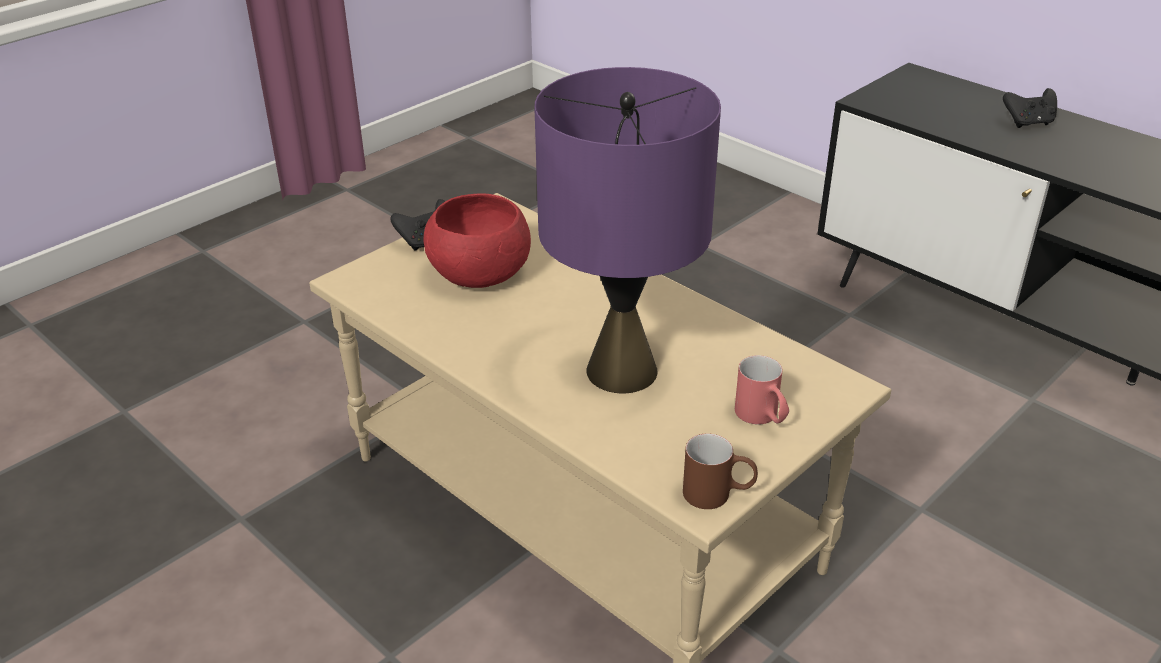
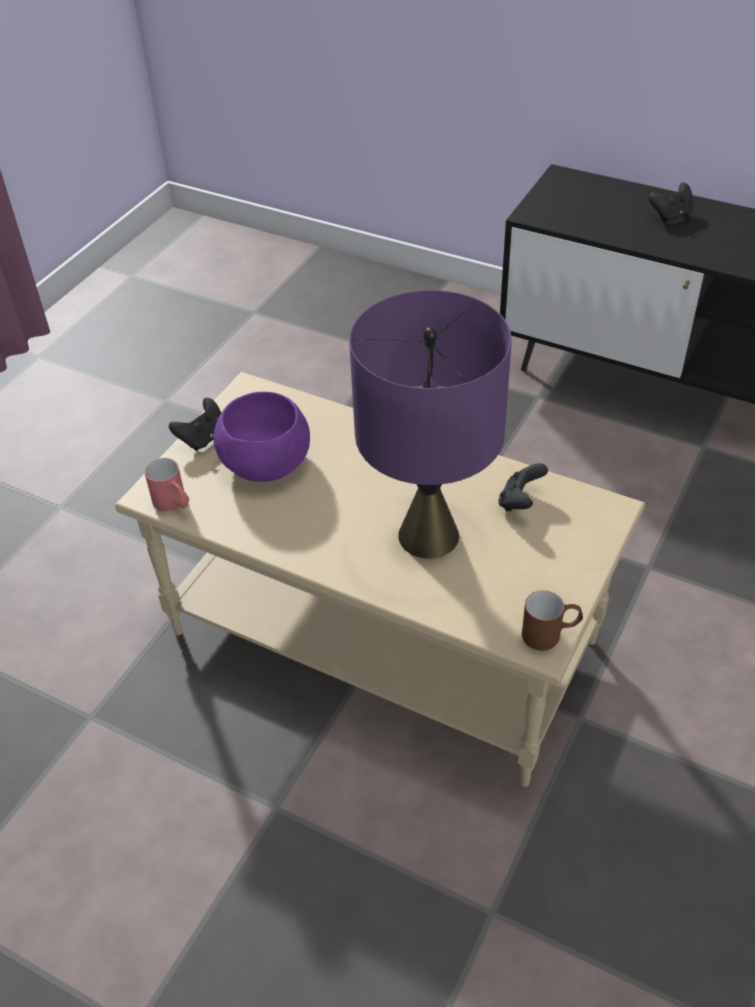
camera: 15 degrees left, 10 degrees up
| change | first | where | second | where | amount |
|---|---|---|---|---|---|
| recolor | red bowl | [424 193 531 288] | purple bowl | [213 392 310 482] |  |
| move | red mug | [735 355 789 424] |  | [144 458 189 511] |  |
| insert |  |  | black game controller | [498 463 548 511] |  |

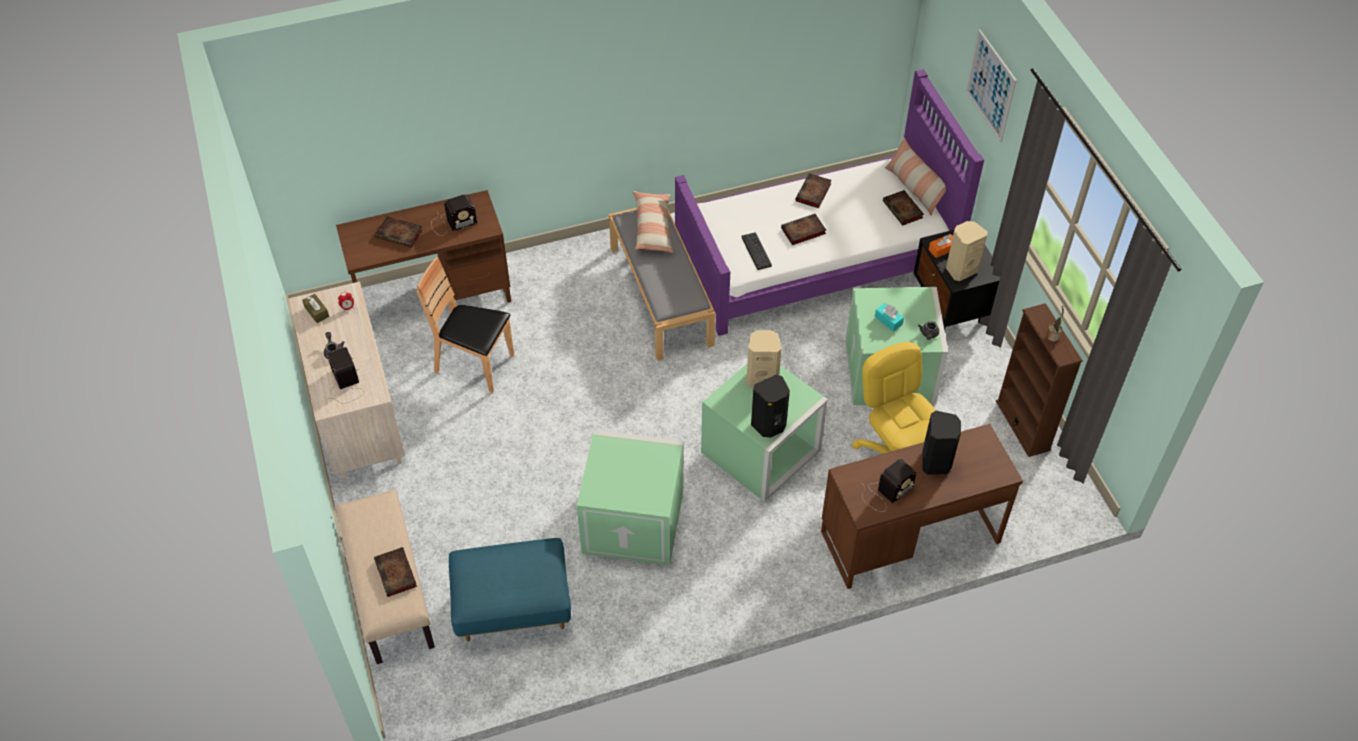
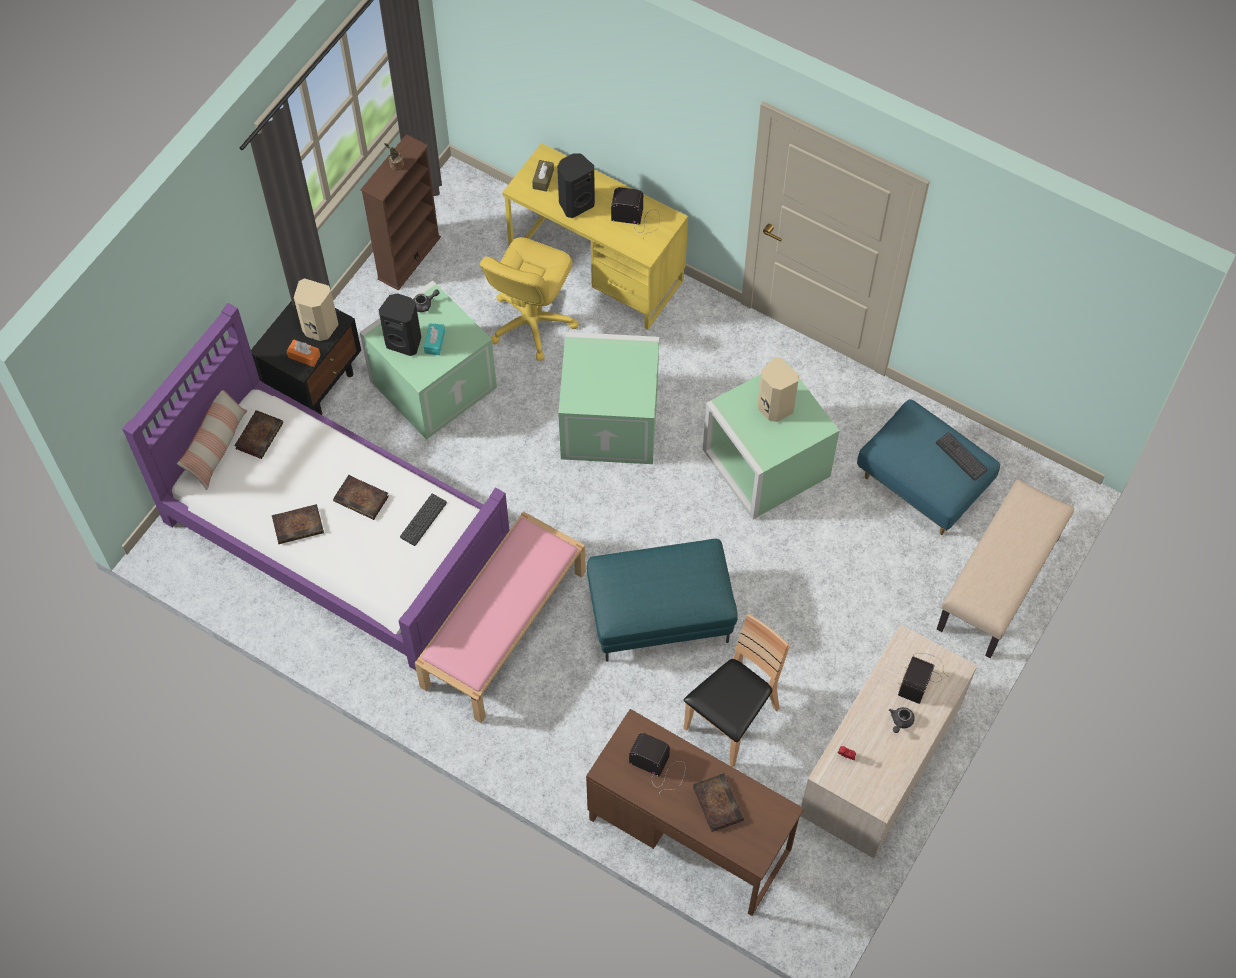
camera: 130 degrees left, 10 degrees up
| change | first | where | second | where | amount |
|---|---|---|---|---|---|
| delete | picture | [966 30 1017 143] |  |  |  |
| delete | pillow | [633 191 673 253] |  |  |  |
| recolor | grey bench | [609 208 716 361] | pink bench | [415 511 586 723] |  |
| rotate | brown chair | [416 257 514 393] |  | [684 614 789 767] | 120 degrees counterclockwise |
| move | brown tissue box | [302 294 329 323] |  | [532 160 554 192] |  |
| move | beige speaker | [746 330 782 388] |  | [758 357 799 422] |  |
| move | black speaker | [751 375 790 437] |  | [379 293 421 356] |  |
| recolor | brown desk | [821 424 1023 589] | yellow desk | [502 143 688 330] |  |
| delete | book | [374 547 417 597] |  |  |  |
| insert |  |  | keyboard | [936 432 987 481] |  |
| insert |  |  | turquoise ottoman | [587 539 738 662] |  |

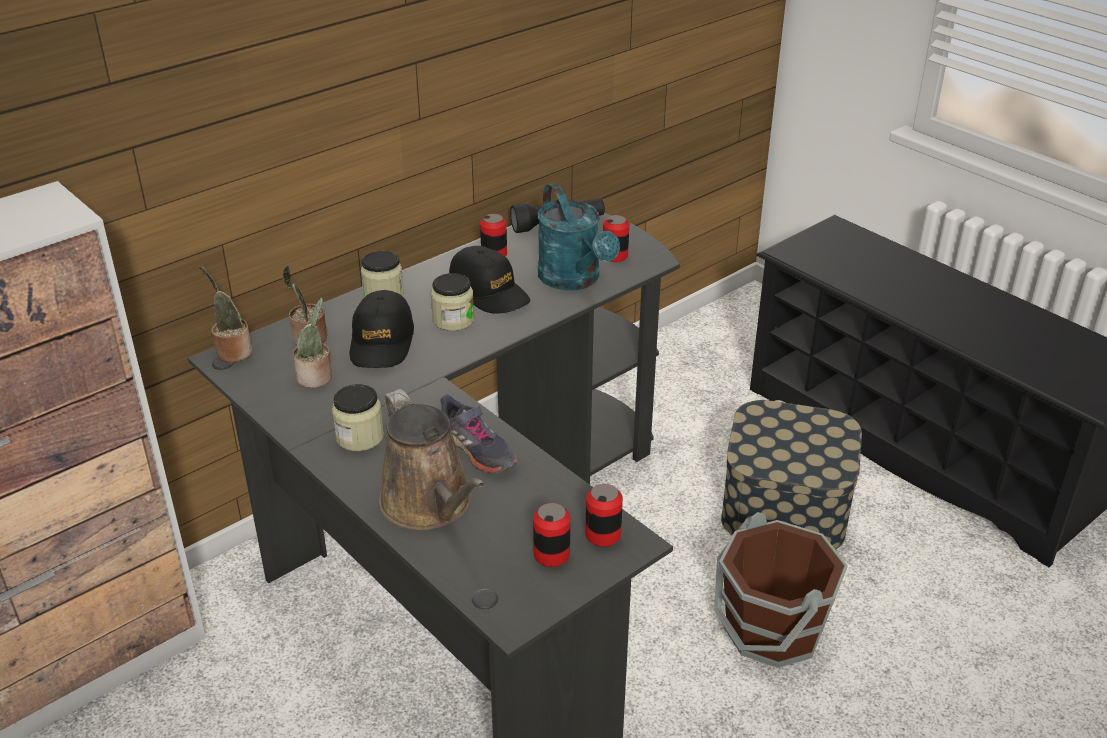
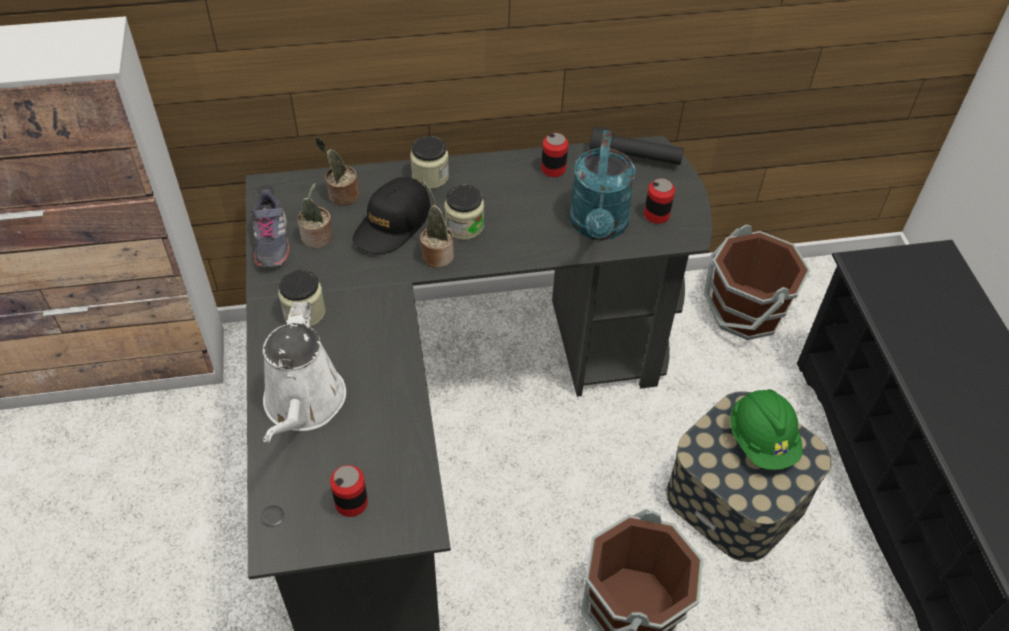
camera: 30 degrees right, 15 degrees up
| change | first | where | second | where | amount |
|---|---|---|---|---|---|
| delete | black cap | [449 246 530 314] |  |  |  |
| move | potted plant | [199 266 252 363] |  | [420 180 454 268] |  |
| recolor | brown watering can | [379 389 485 530] | white watering can | [263 302 346 442] |  |
| move | grey shoe | [440 394 518 473] |  | [251 189 290 268] |  |
| delete | can | [585 484 623 547] |  |  |  |
| insert |  |  | brown bucket | [704 224 810 340] |  |
| insert |  |  | green hard hat | [730 389 803 470] |  |

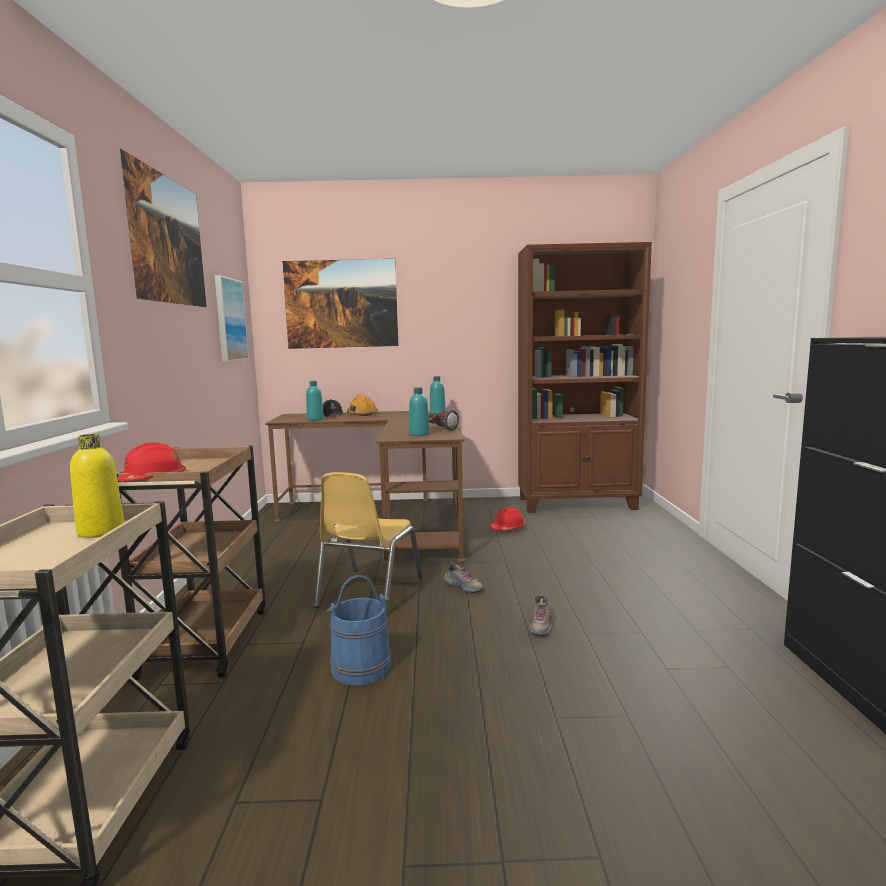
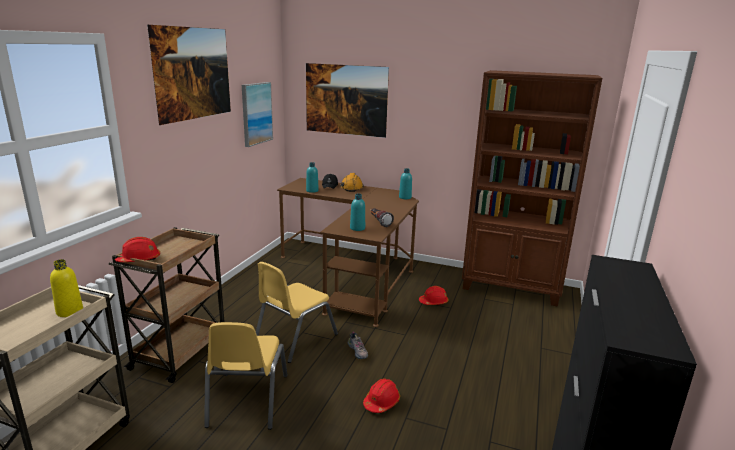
camera: 20 degrees right, 10 degrees up
| change | first | where | second | where | amount |
|---|---|---|---|---|---|
| replace | blue bucket | [326 575 391 685] | yellow chair | [204 322 288 430] |  |
| replace | shoe | [529 594 552 637] | red hard hat | [363 378 400 413] |  |

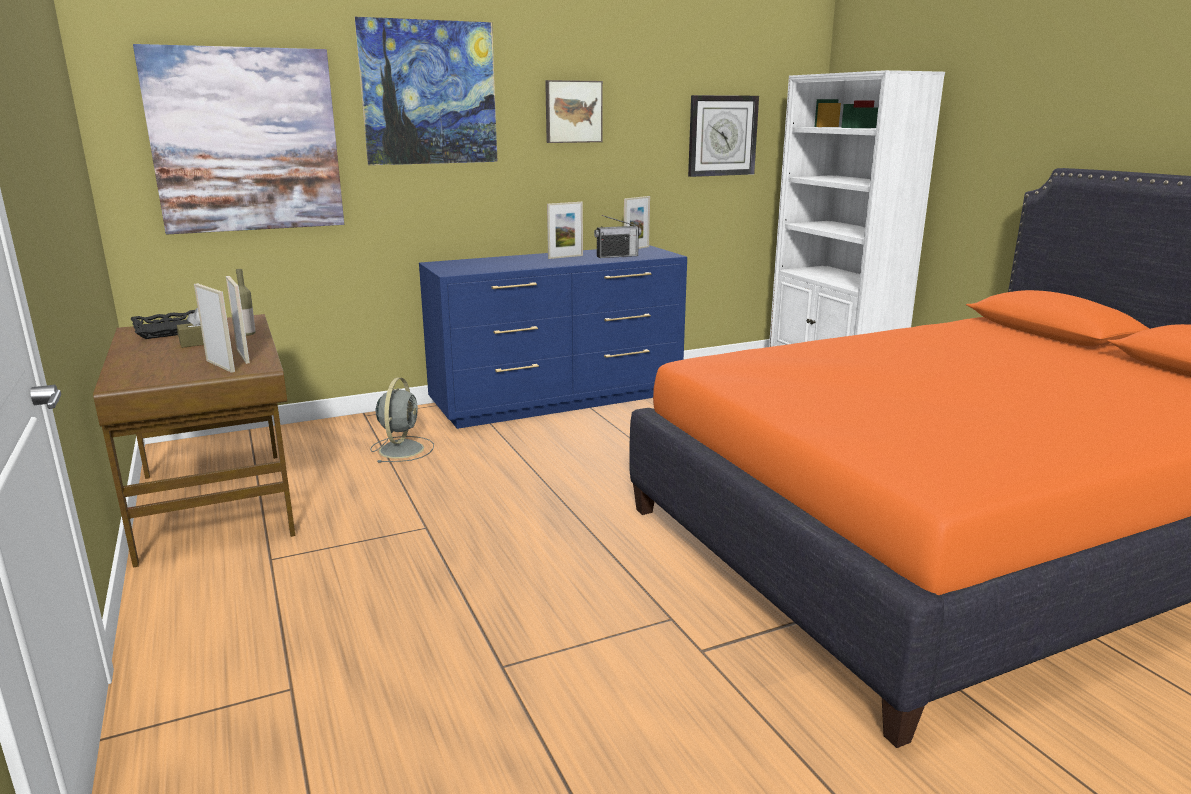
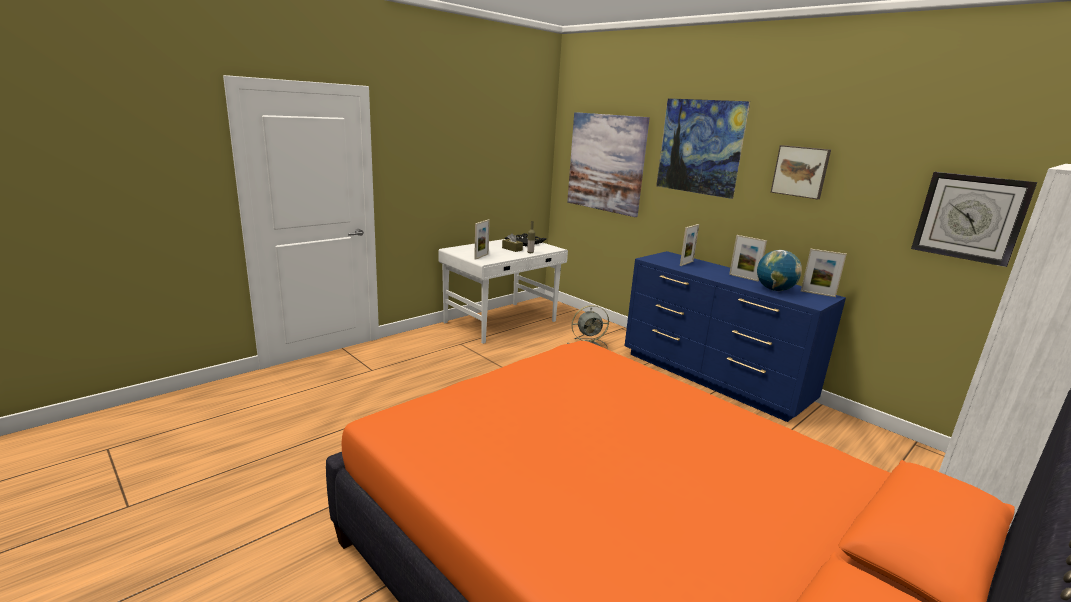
camera: 70 degrees right, 0 degrees up
| change | first | where | second | where | amount |
|---|---|---|---|---|---|
| replace | radio | [594 215 641 258] | globe | [757 250 802 291] |  |
| move | picture frame | [226 276 250 364] |  | [680 224 699 266] |  |
| recolor | brown desk | [93 314 295 568] | white desk | [438 237 568 344] |  |

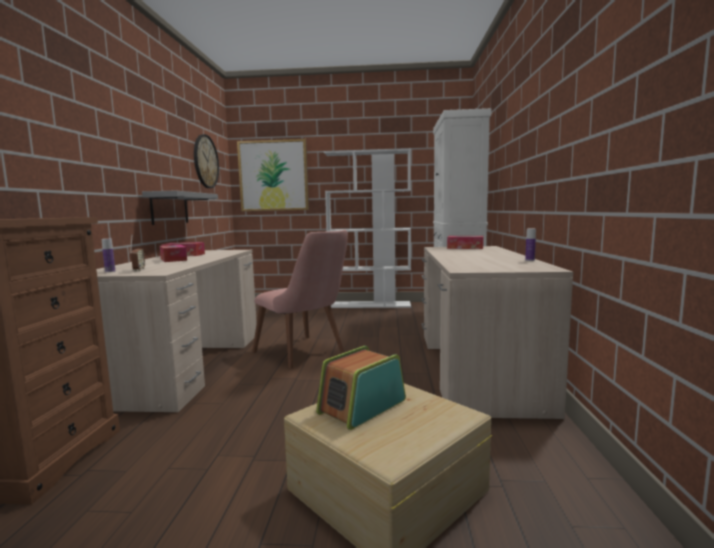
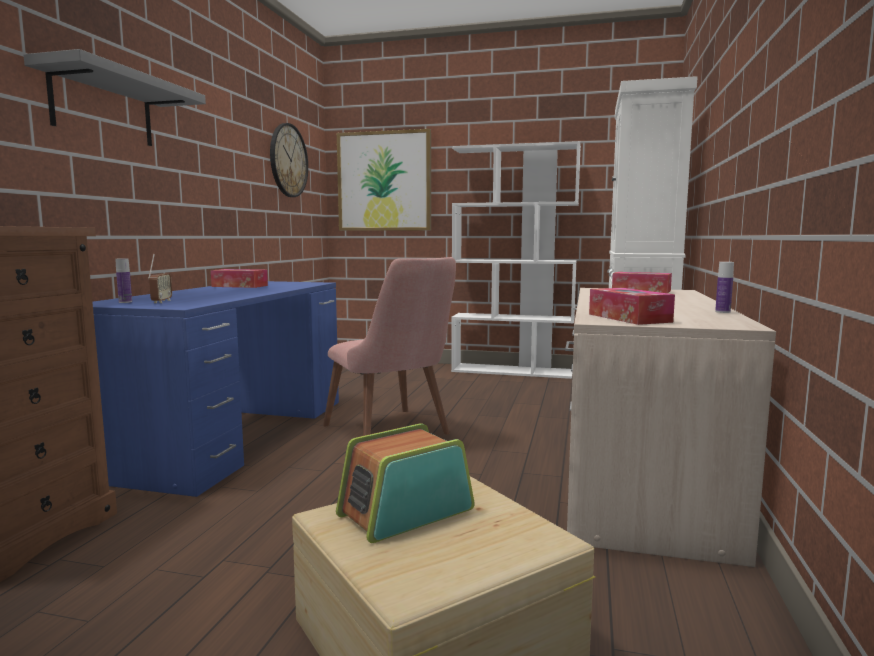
camera: 10 degrees right, 0 degrees up
| change | first | where | second | where | amount |
|---|---|---|---|---|---|
| move | grey shelf | [142 191 218 225] |  | [23 49 206 146] |  |
| move | tissue box | [160 245 187 262] |  | [589 288 675 325] |  |
| recolor | beige desk | [96 250 257 412] | blue desk | [92 281 339 497] |  |

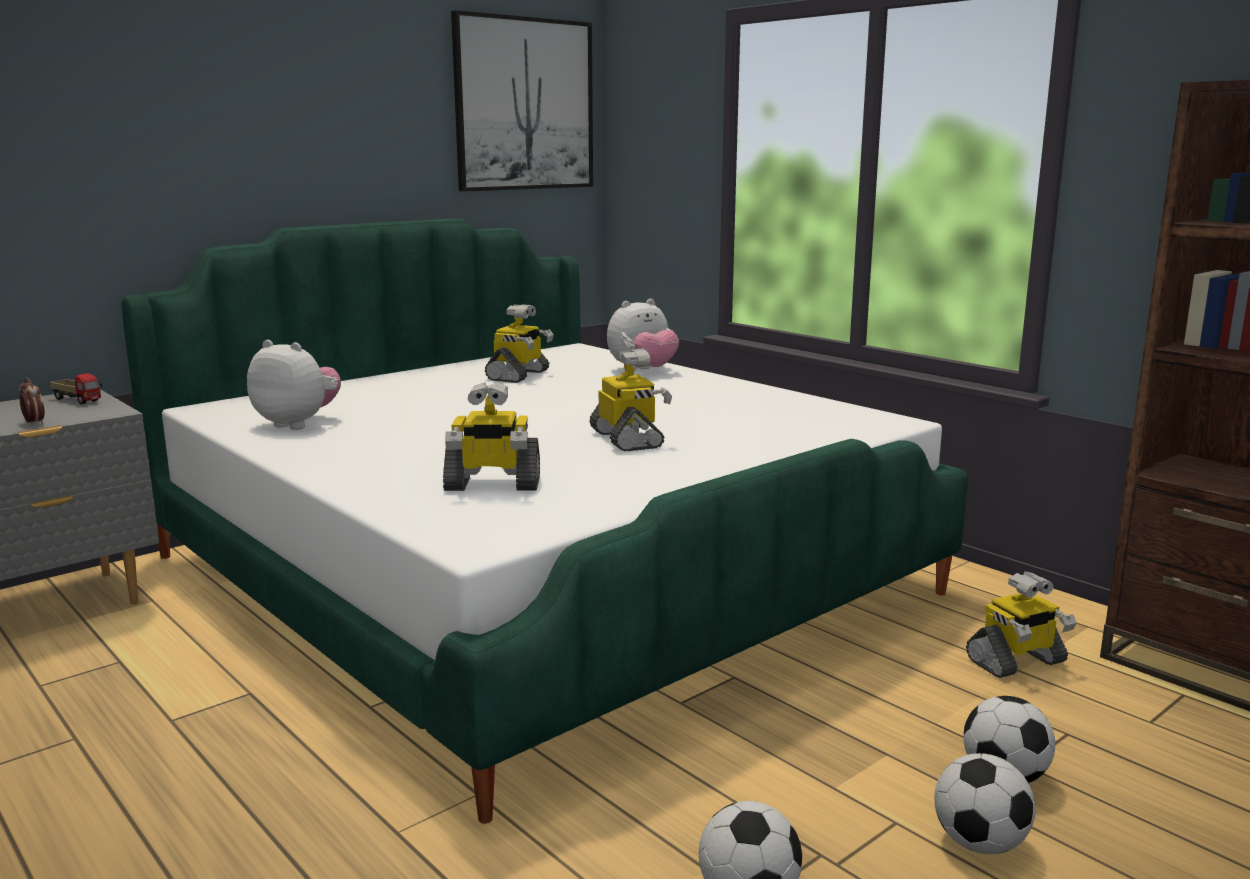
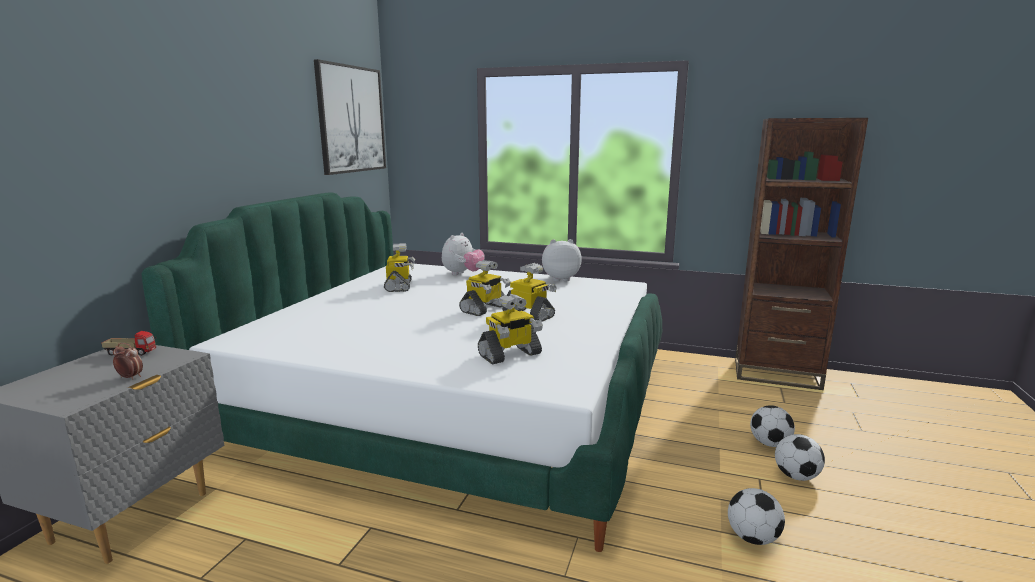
camera: 30 degrees left, 0 degrees up
| change | first | where | second | where | amount |
|---|---|---|---|---|---|
| move | plush toy | [247 340 341 430] |  | [542 239 582 282] |  |
| move | toy robot | [966 571 1077 678] |  | [459 260 511 316] |  |

